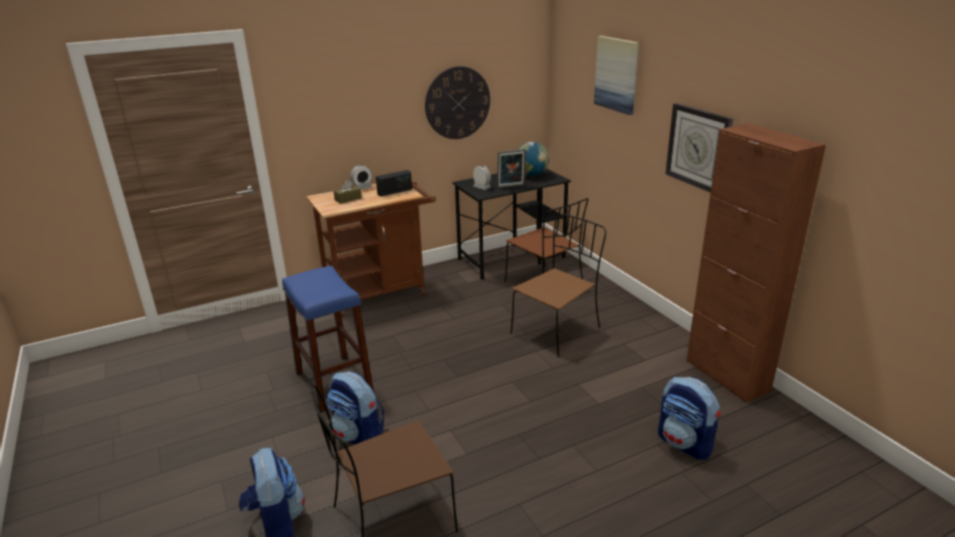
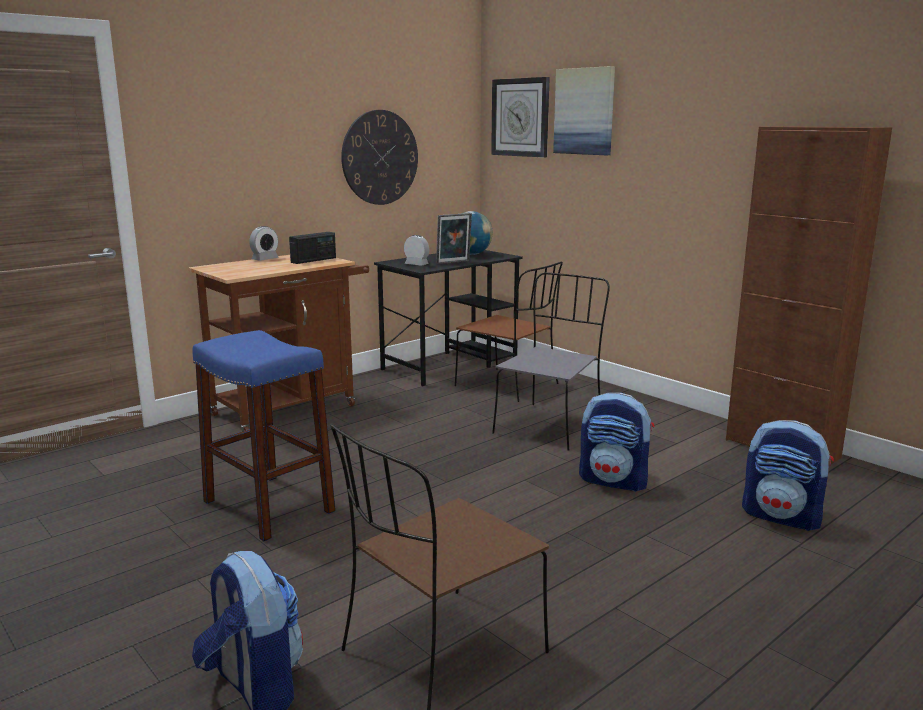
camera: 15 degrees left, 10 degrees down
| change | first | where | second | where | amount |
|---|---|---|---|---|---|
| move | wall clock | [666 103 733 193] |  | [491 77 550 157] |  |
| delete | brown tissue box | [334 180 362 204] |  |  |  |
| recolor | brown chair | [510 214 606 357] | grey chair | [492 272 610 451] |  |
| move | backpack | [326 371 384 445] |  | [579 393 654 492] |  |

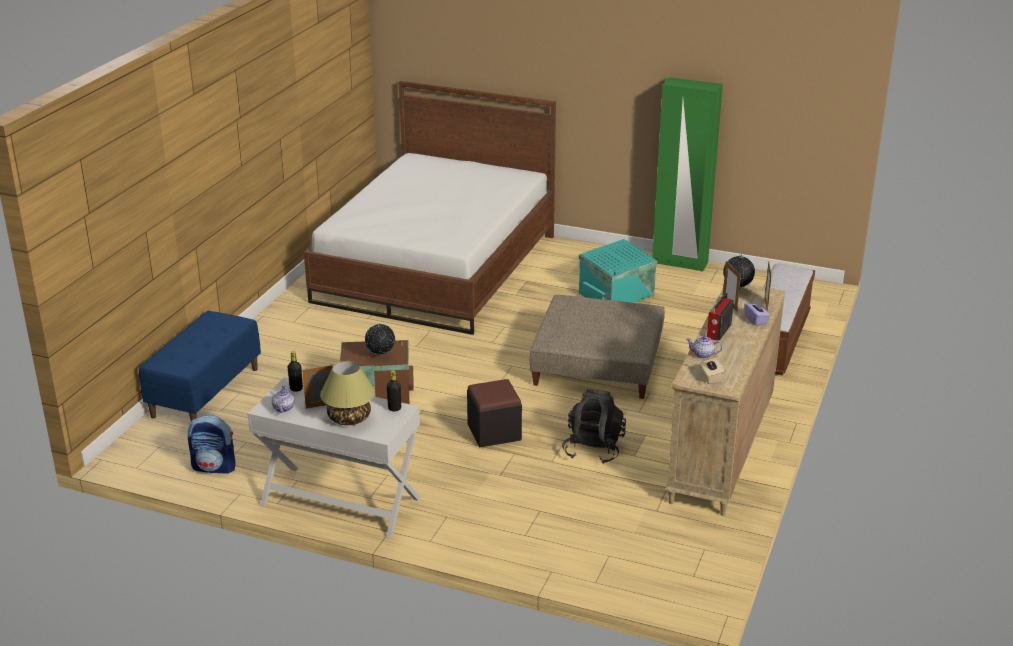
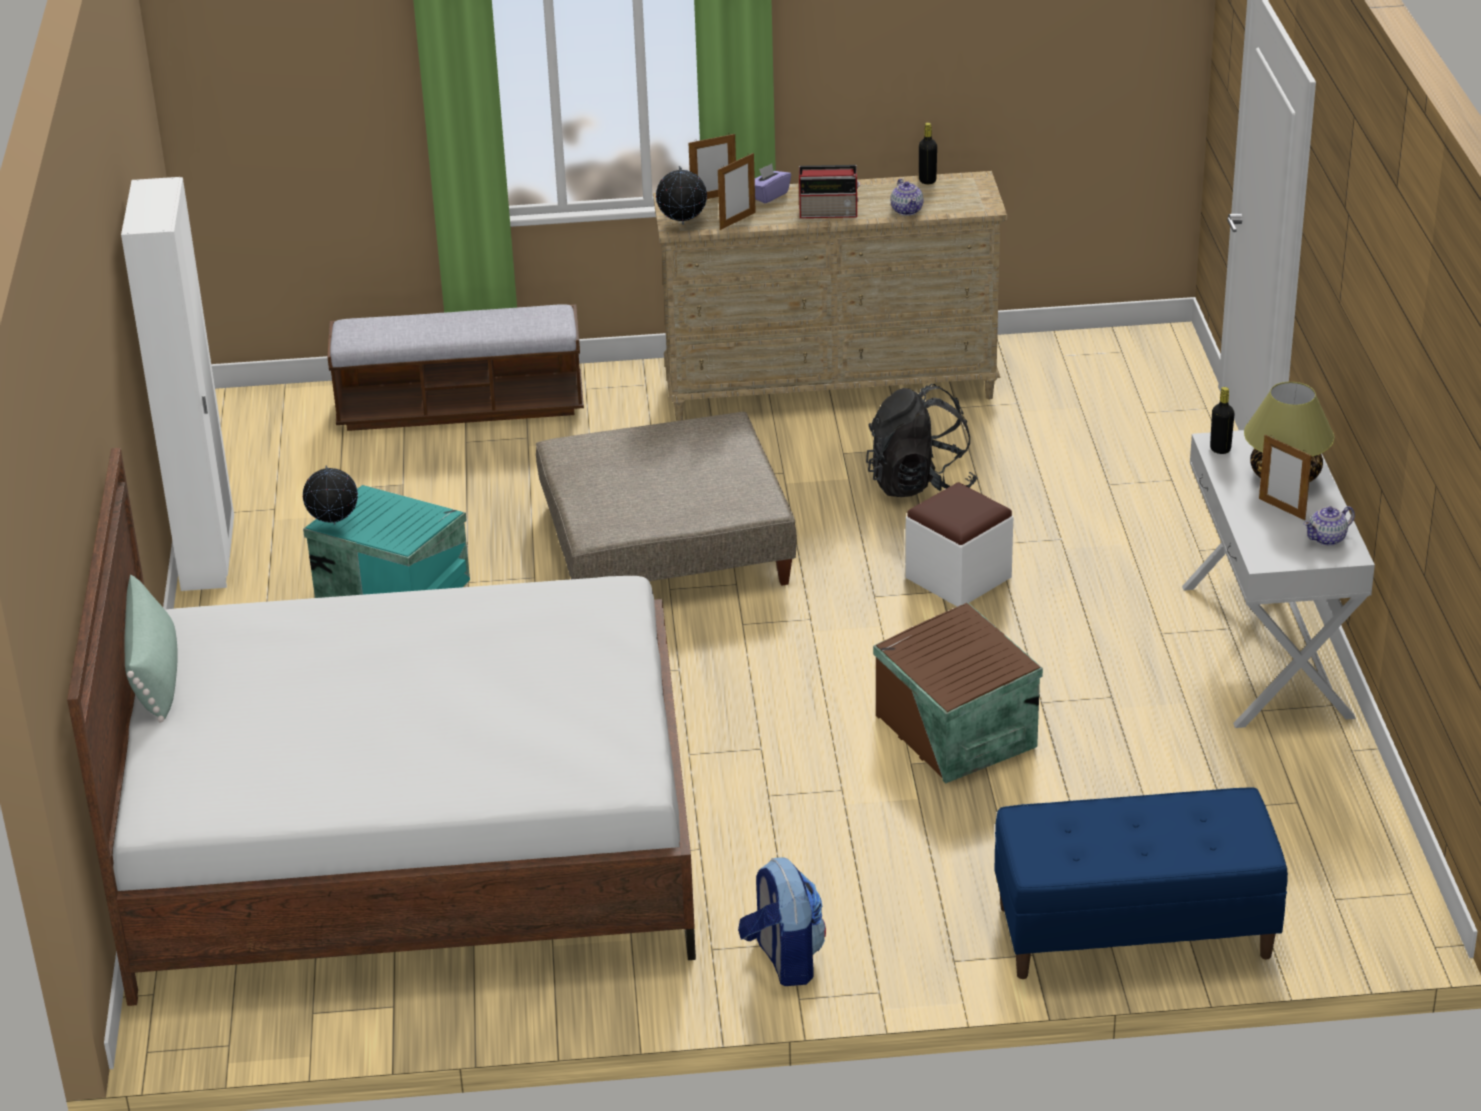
camera: 115 degrees left, 5 degrees up
| change | first | where | second | where | amount |
|---|---|---|---|---|---|
| recolor | green wardrobe | [652 77 723 272] | white wardrobe | [121 177 234 591] |  |
| move | globe | [365 324 395 356] |  | [302 465 358 525] |  |
| move | black bottle | [287 351 303 392] |  | [919 123 937 184] |  |
| delete | beige tissue box | [700 358 725 384] |  |  |  |
| recolor | black ottoman | [467 379 522 447] | white ottoman | [905 483 1013 607] |  |
| move | backpack | [188 415 236 474] |  | [738 857 826 986] |  |
| insert |  |  | green pillow | [124 575 178 722] |  |

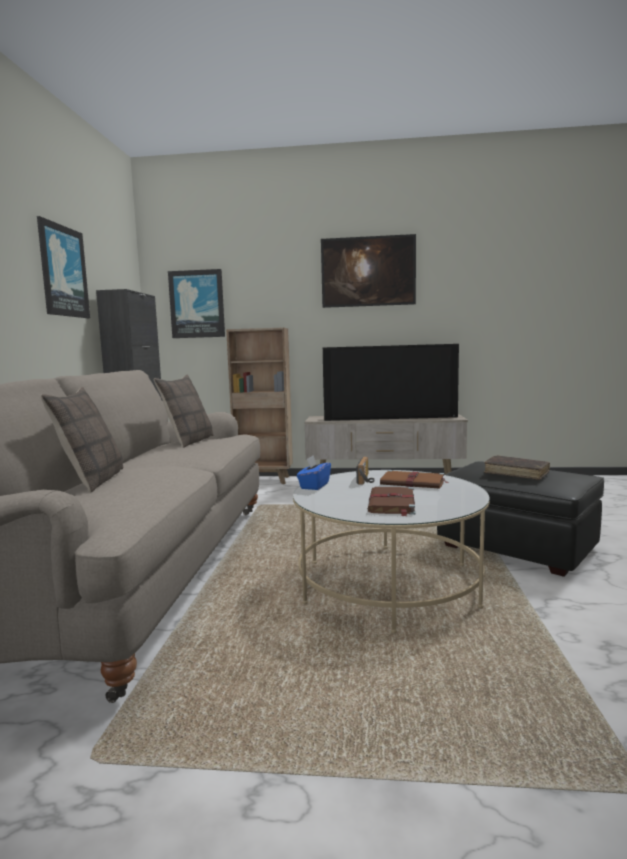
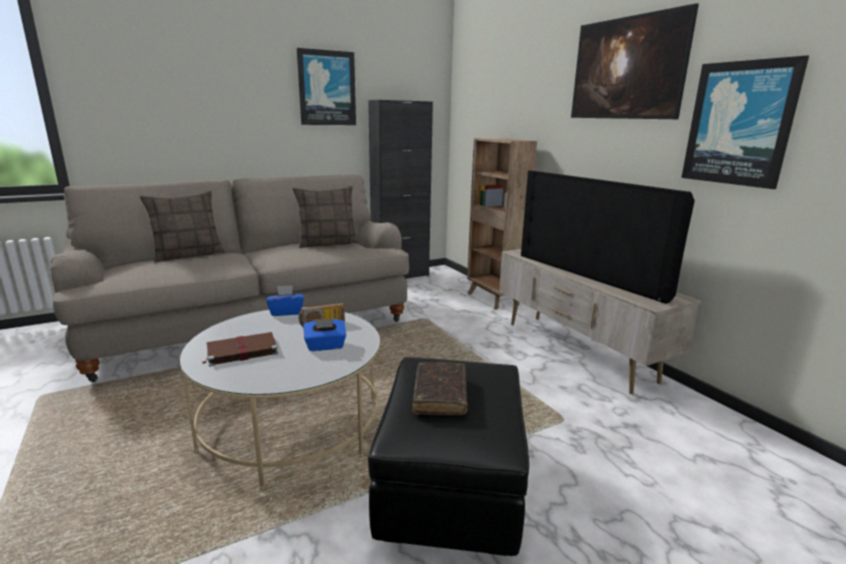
camera: 55 degrees right, 10 degrees up
| change | first | where | second | where | amount |
|---|---|---|---|---|---|
| move | picture | [168 269 225 338] |  | [681 55 809 189] |  |
| replace | brown book | [380 470 448 489] | blue tissue box | [303 319 346 351] |  |

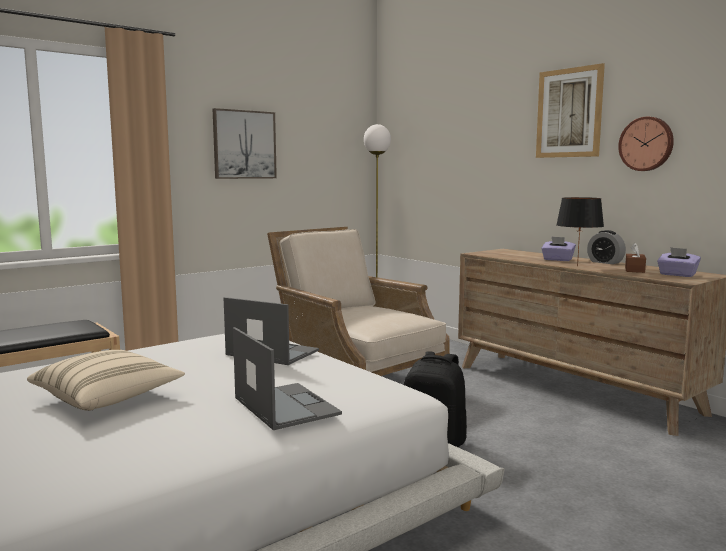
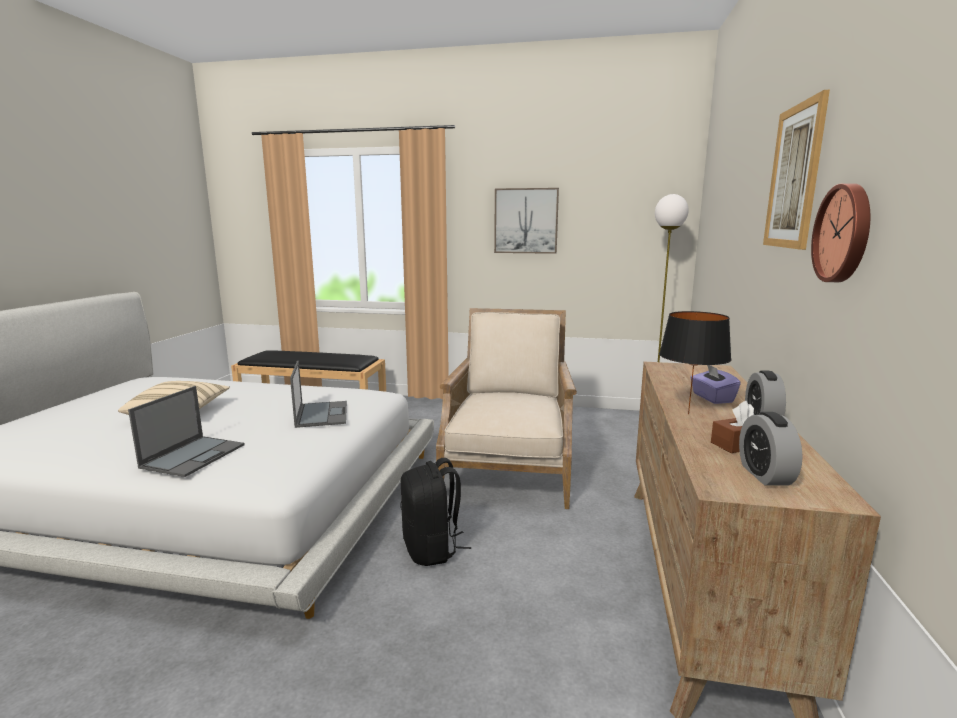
camera: 50 degrees right, 5 degrees up
| change | first | where | second | where | amount |
|---|---|---|---|---|---|
| replace | purple tissue box | [657 247 701 277] | alarm clock | [739 412 803 486] |  |

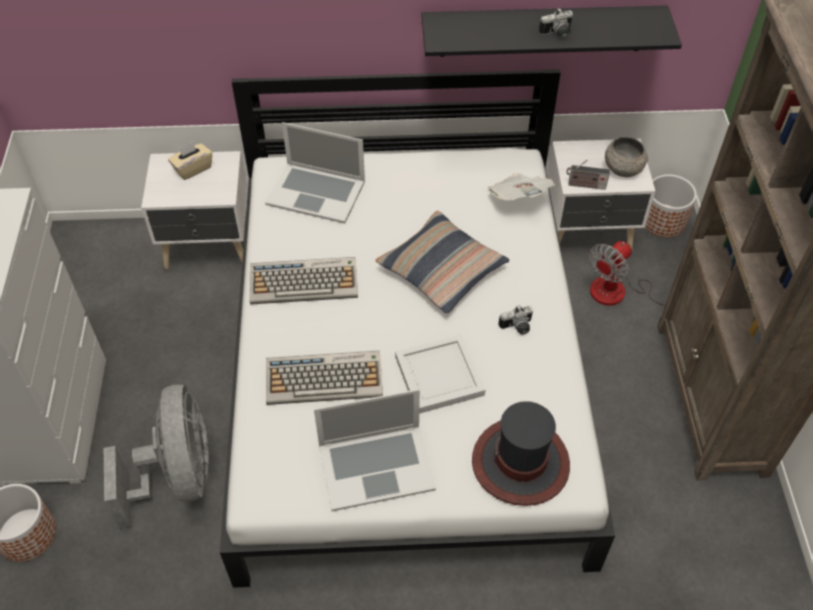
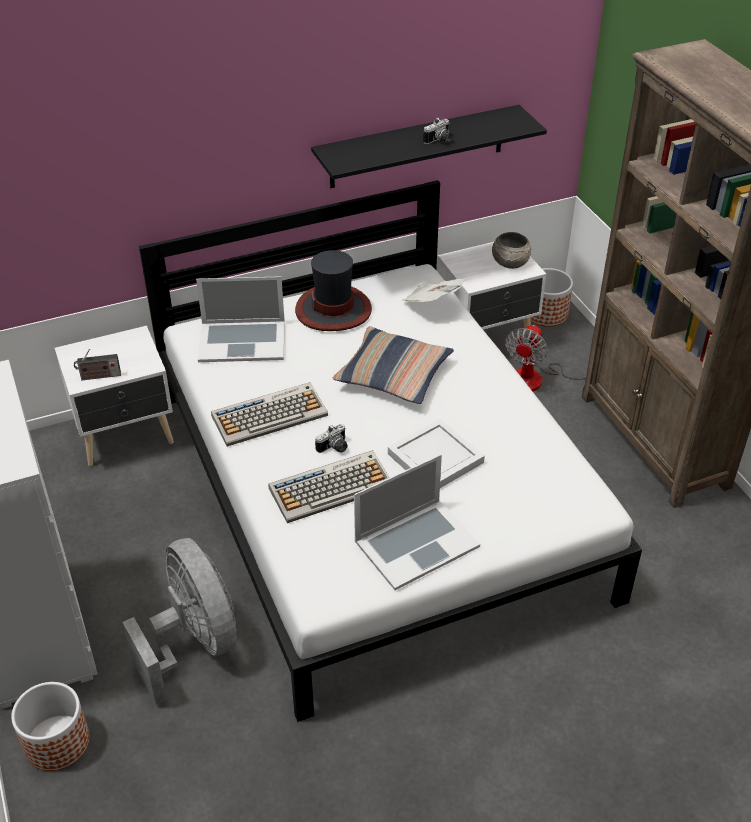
camera: 20 degrees left, 10 degrees down
| change | first | where | second | where | amount |
|---|---|---|---|---|---|
| delete | beige tissue box | [168 141 212 180] |  |  |  |
| move | radio | [567 160 610 190] |  | [74 349 121 380] |  |
| move | photo camera | [498 305 533 335] |  | [315 424 348 453] |  |
| move | hat | [472 401 570 506] |  | [295 250 372 331] |  |

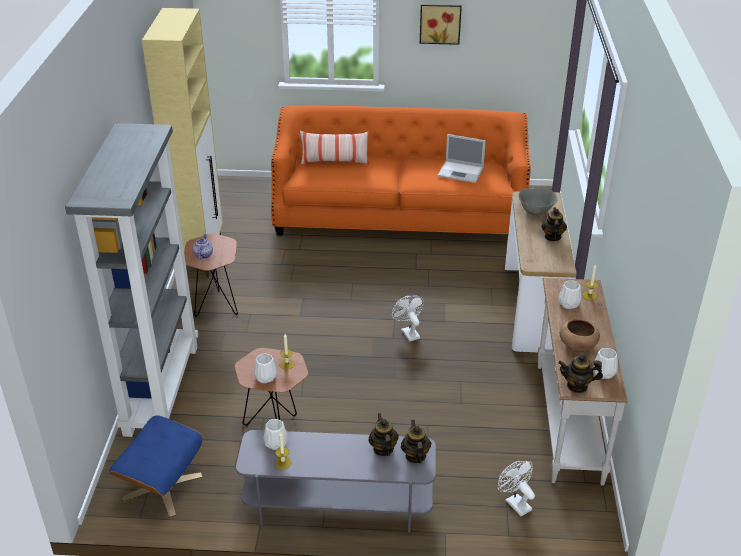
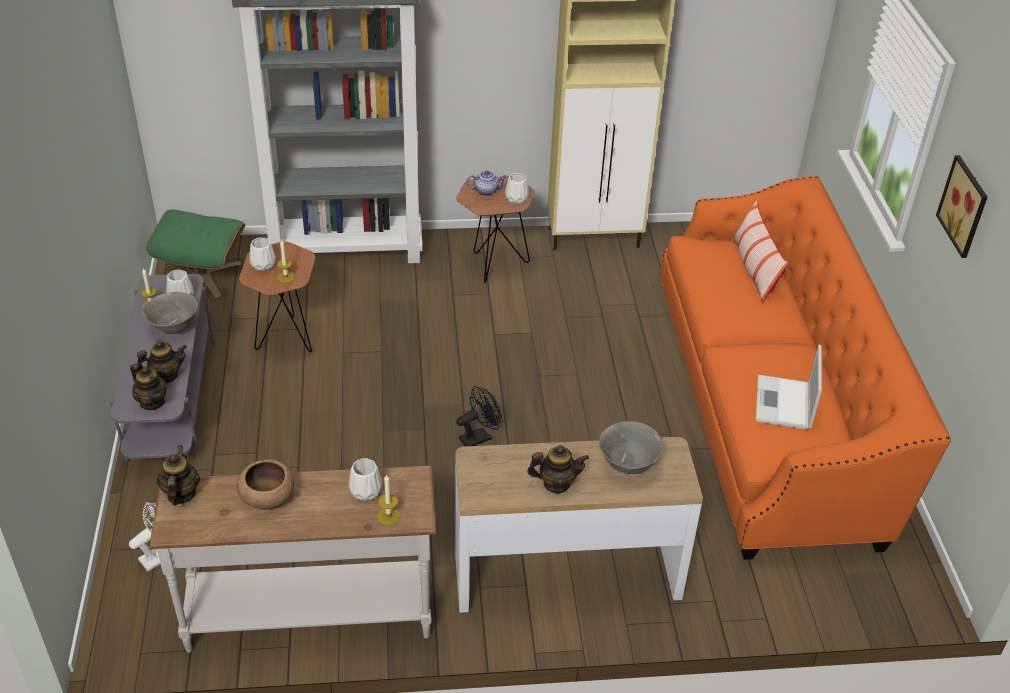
camera: 80 degrees right, 5 degrees up
| change | first | where | second | where | amount |
|---|---|---|---|---|---|
| recolor | white fan | [392 296 424 342] | black fan | [456 386 502 447] |  |
| move | white vase | [593 348 618 379] |  | [505 173 529 204] |  |
| recolor | blue ottoman | [109 415 202 517] | green ottoman | [146 210 245 299] |  |
| rotate | teapot | [401 420 431 464] |  | [130 364 167 410] | 60 degrees clockwise |
| insert |  |  | grey bowl | [143 292 198 334] |  |

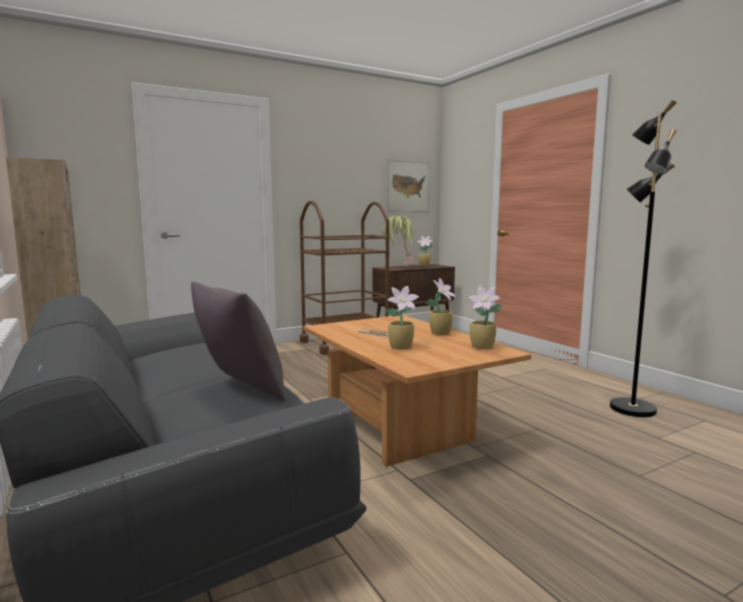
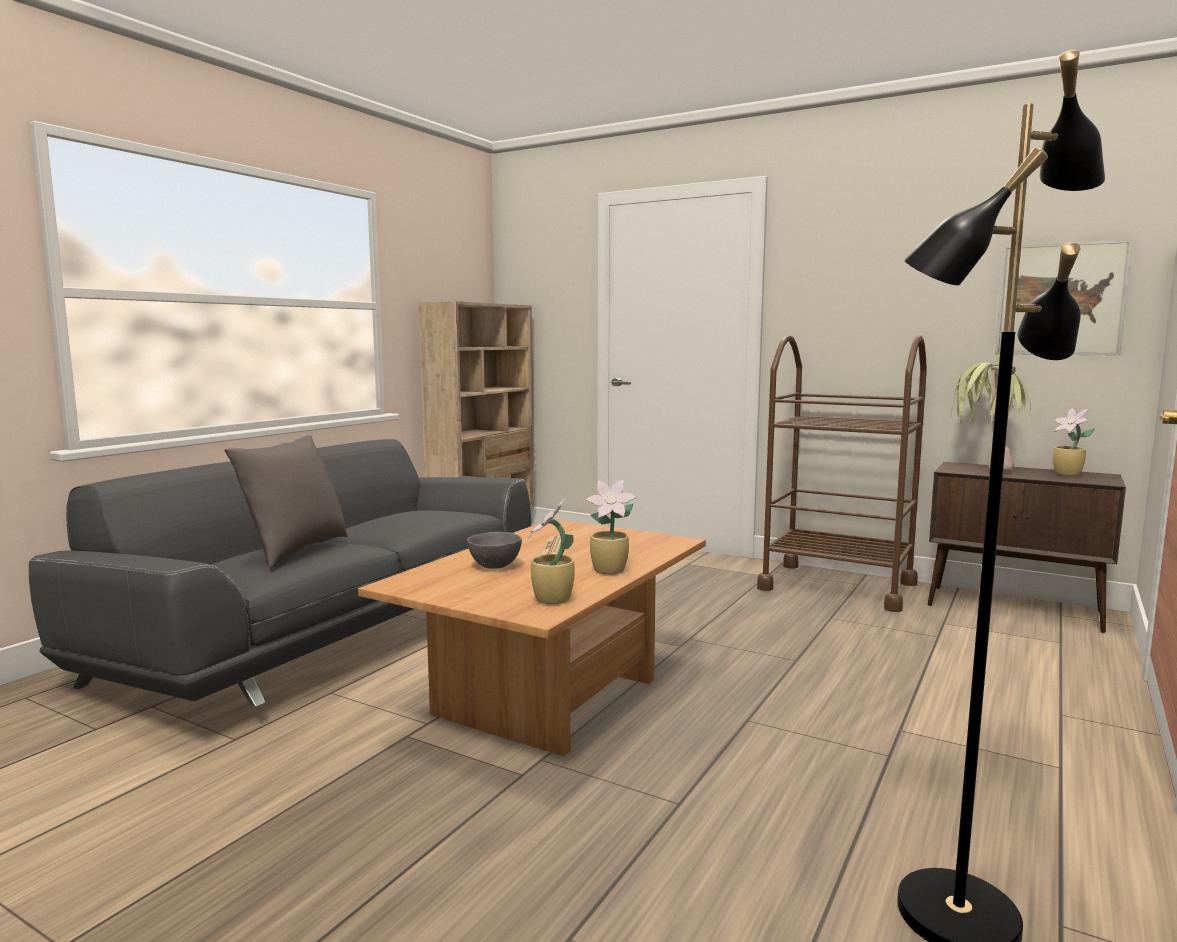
camera: 60 degrees right, 0 degrees up
| change | first | where | second | where | amount |
|---|---|---|---|---|---|
| replace | potted plant | [385 286 419 350] | grey bowl | [467 532 522 569] |  |

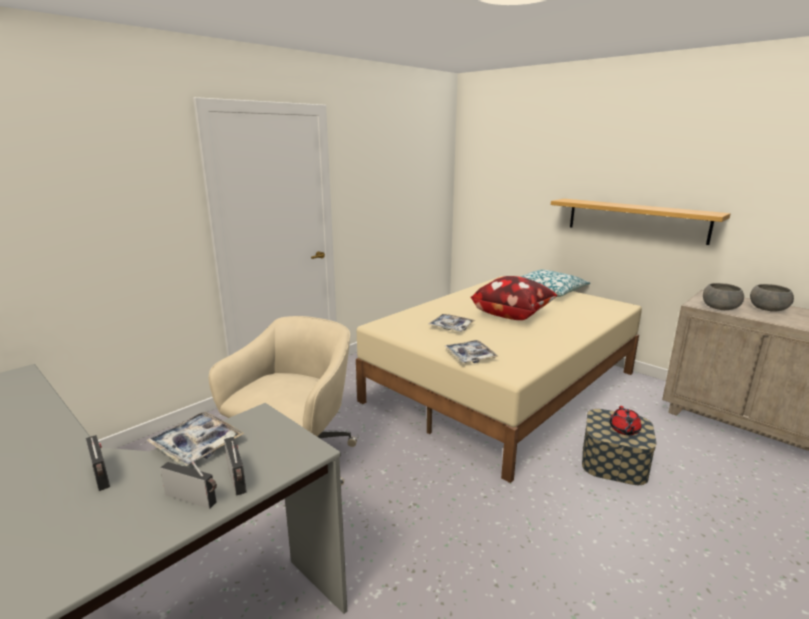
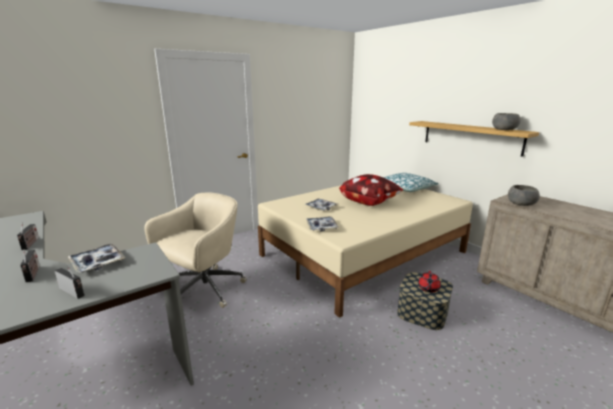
camera: 10 degrees right, 0 degrees up
| change | first | where | second | where | amount |
|---|---|---|---|---|---|
| move | grey bowl | [750 284 794 312] |  | [492 113 521 130] |  |
| move | radio | [224 437 247 496] |  | [17 222 39 250] |  |

